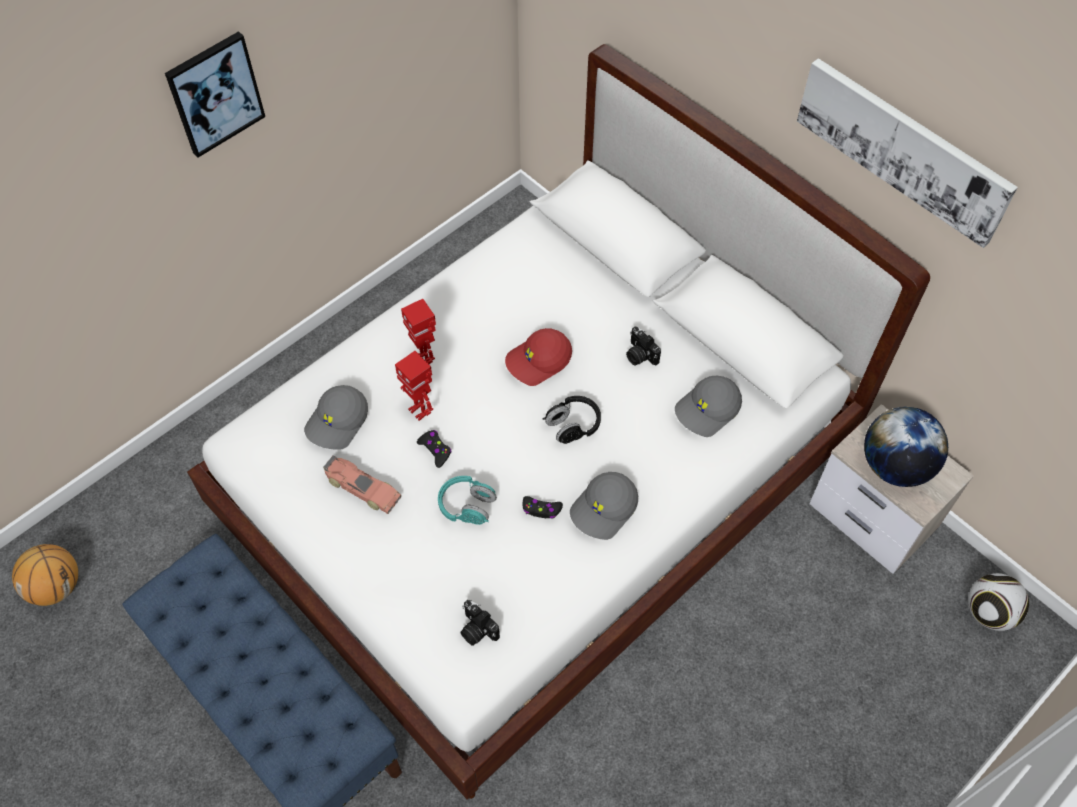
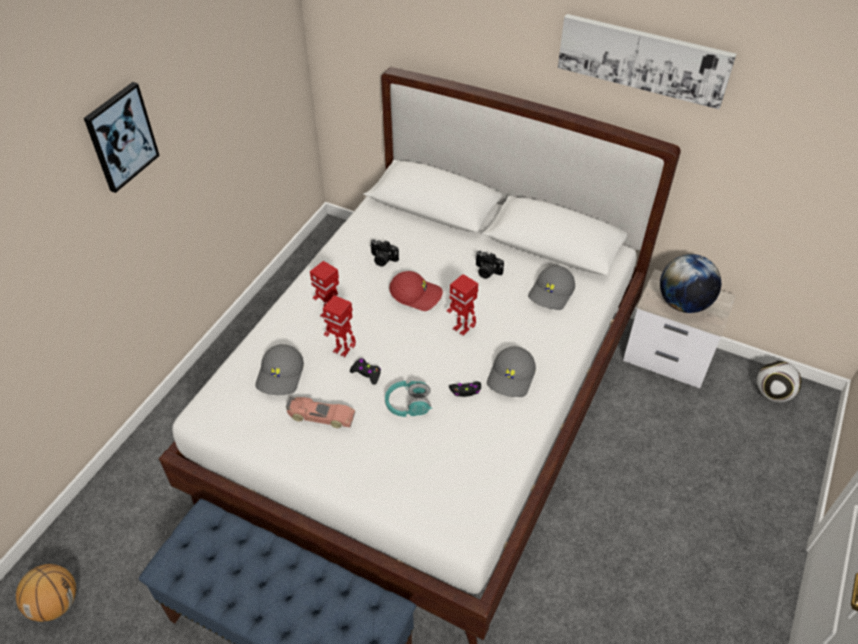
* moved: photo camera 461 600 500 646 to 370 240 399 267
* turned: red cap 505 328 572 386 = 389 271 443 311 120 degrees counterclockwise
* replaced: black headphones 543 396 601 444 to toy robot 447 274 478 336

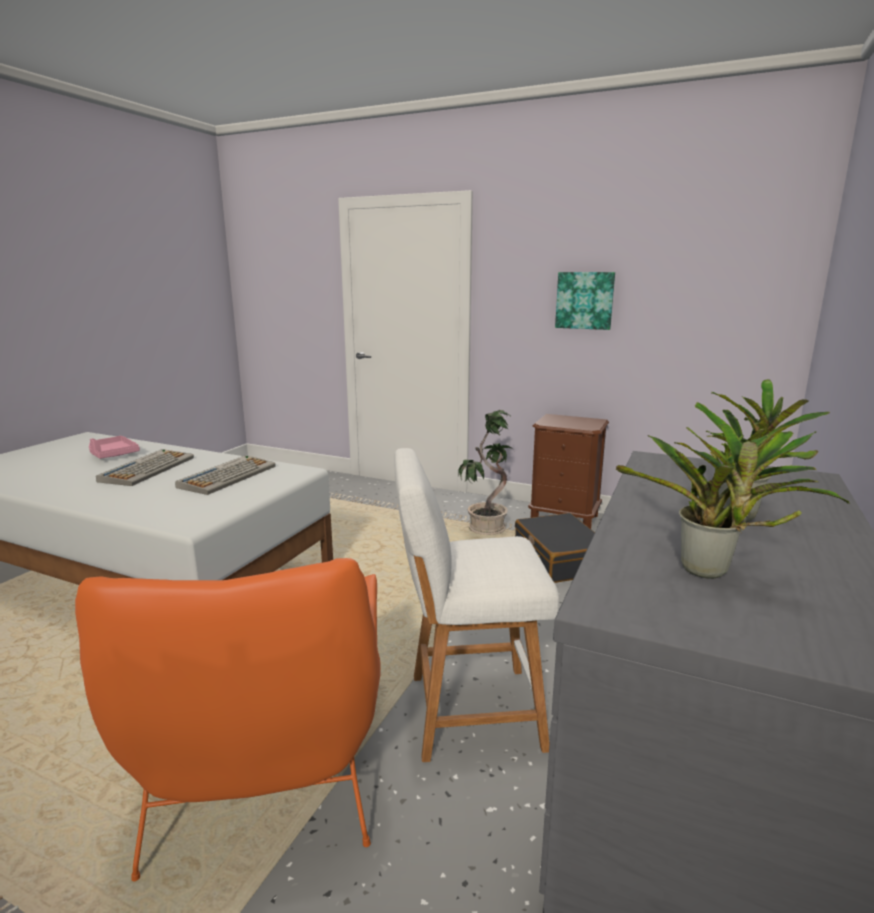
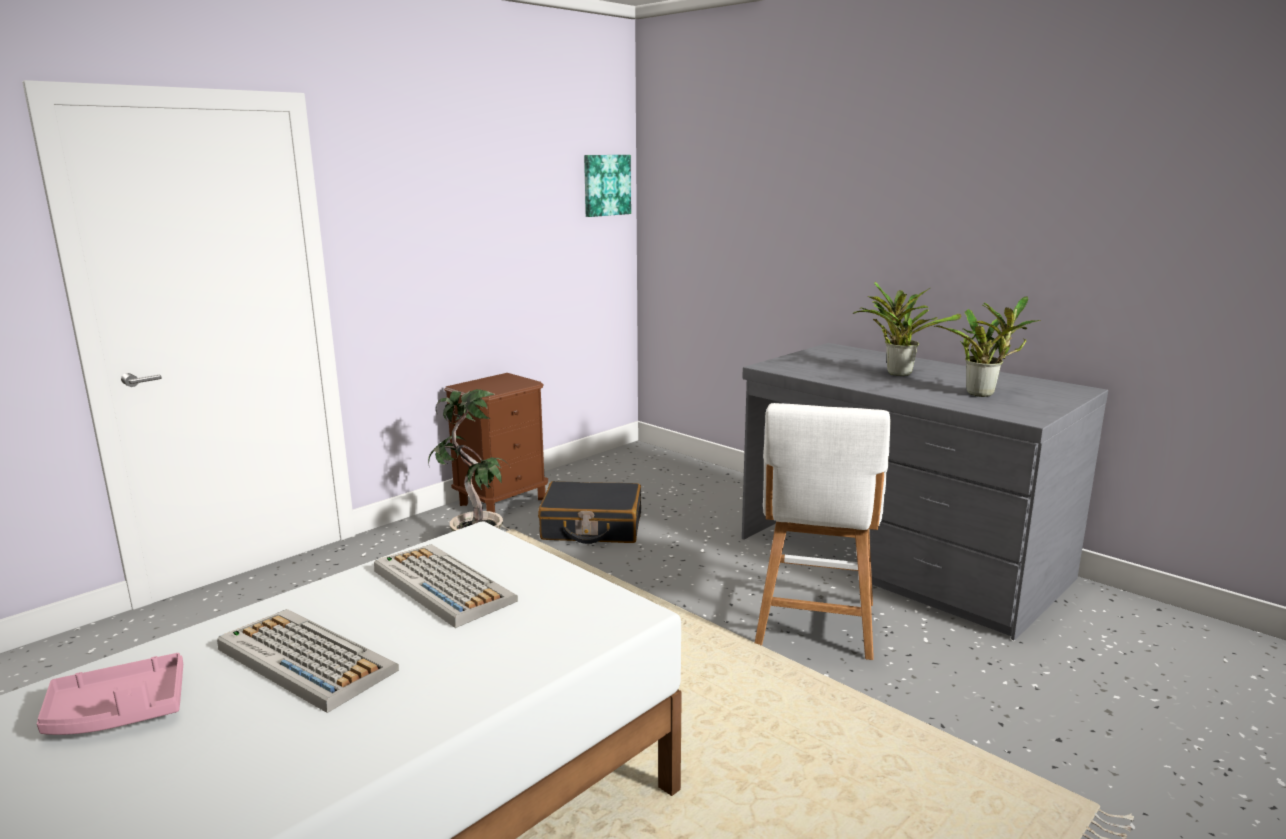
* moved: picture 555 272 615 330 to 584 155 631 217
* removed: orange armchair 75 558 381 881

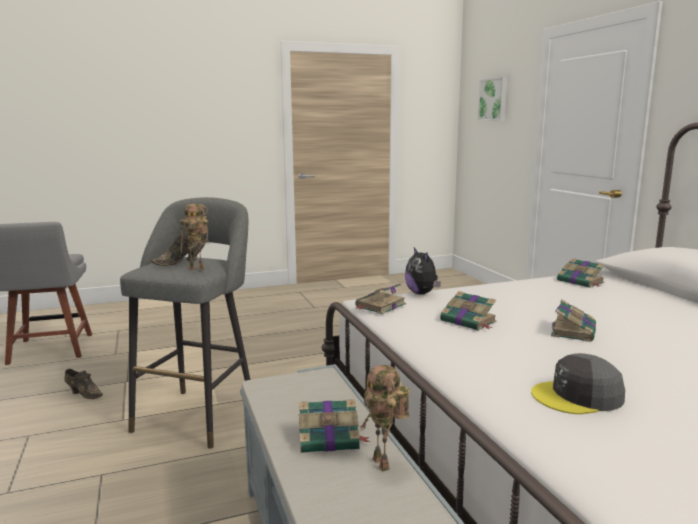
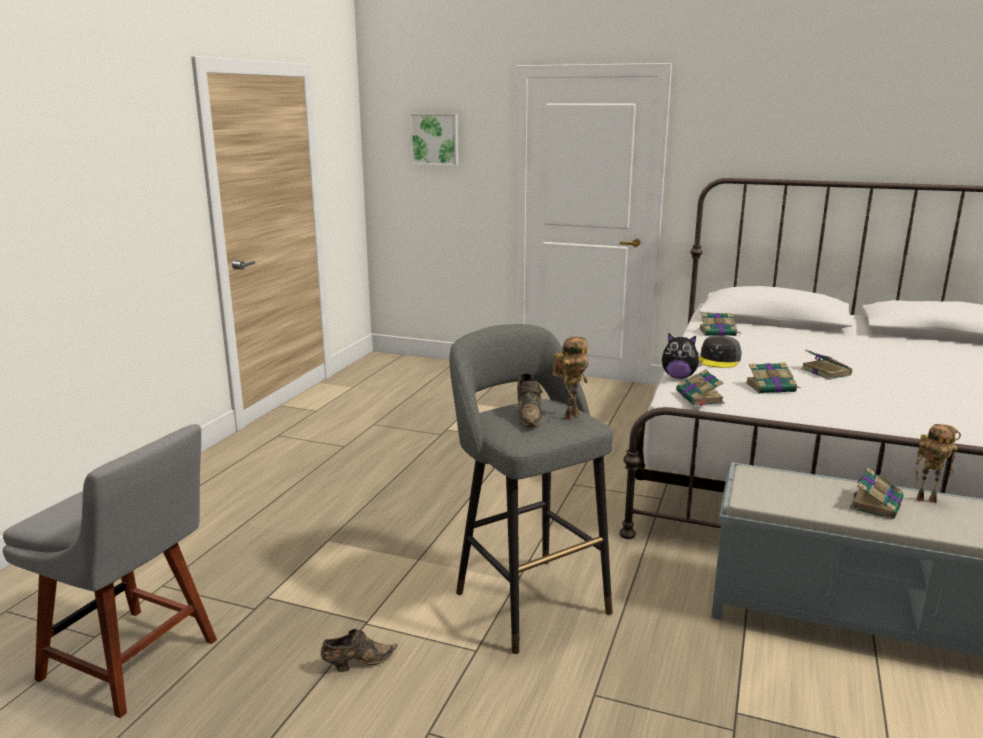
* moved: grey cap 531 353 625 414 to 699 335 742 368

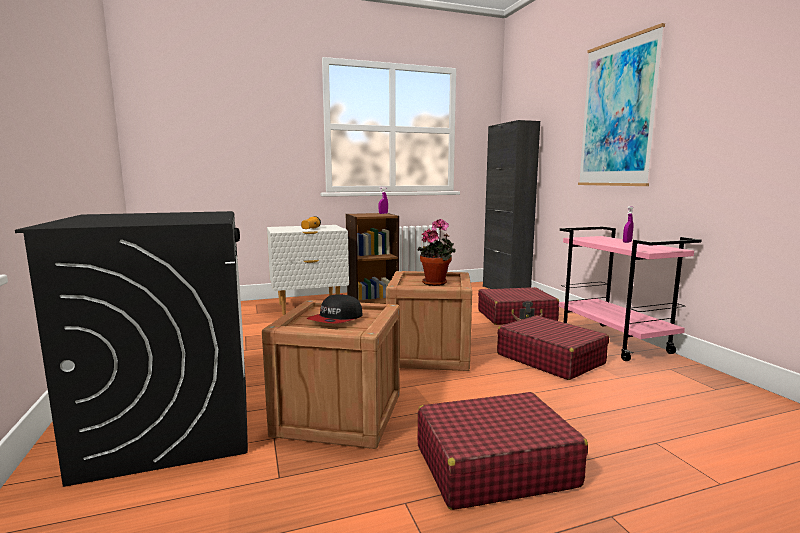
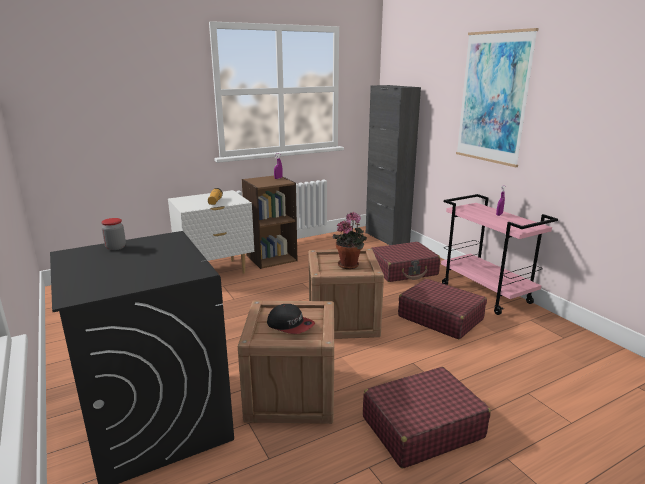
* added: jar 101 218 126 250
* turned: cap 307 294 362 324 = 267 304 315 334 75 degrees counterclockwise

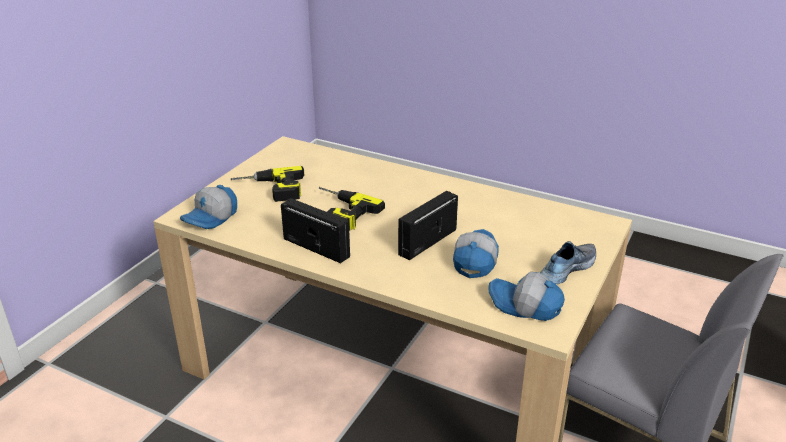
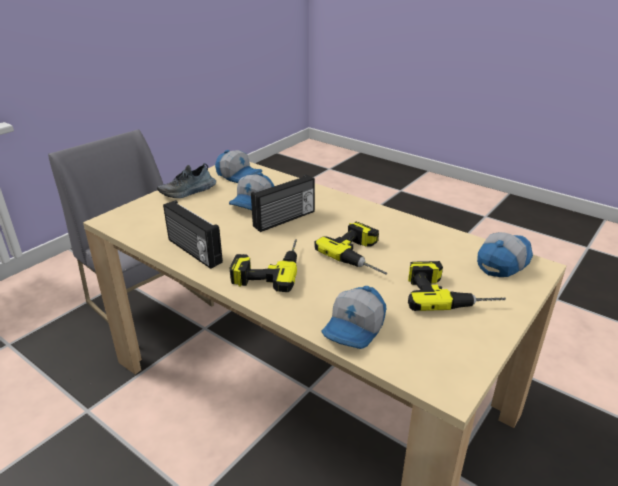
* moved: radio 281 198 350 263 to 163 200 223 269
* added: power drill 230 240 297 292
* added: cap 321 286 386 349

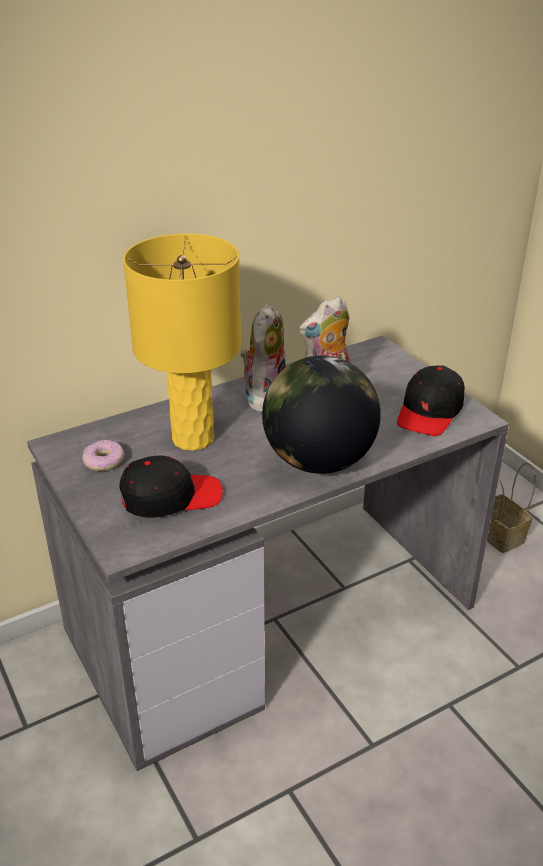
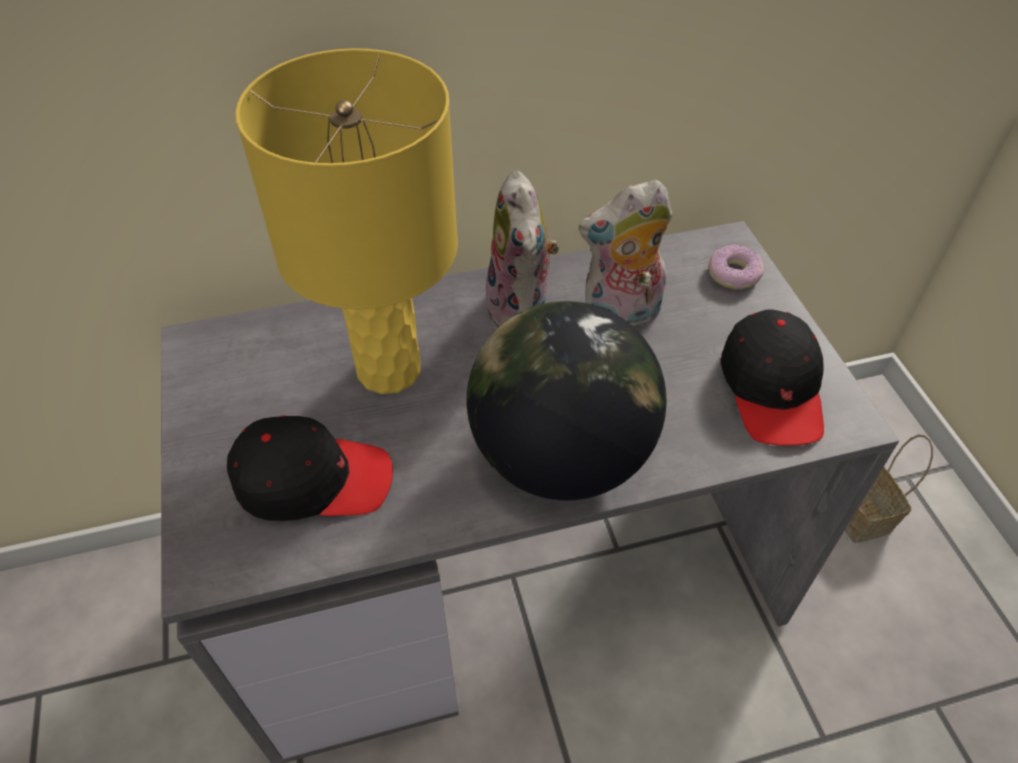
* turned: plush toy 241 304 286 413 = 484 170 560 330 135 degrees clockwise
* moved: donut 82 440 124 471 to 708 245 764 289
* turned: black cap 397 365 465 436 = 721 309 824 446 45 degrees counterclockwise

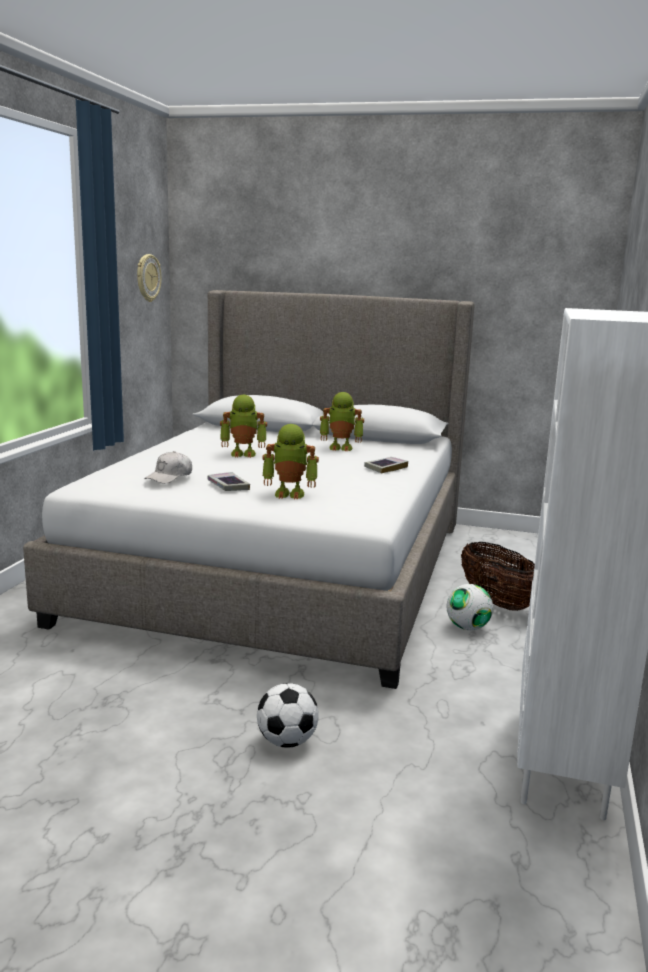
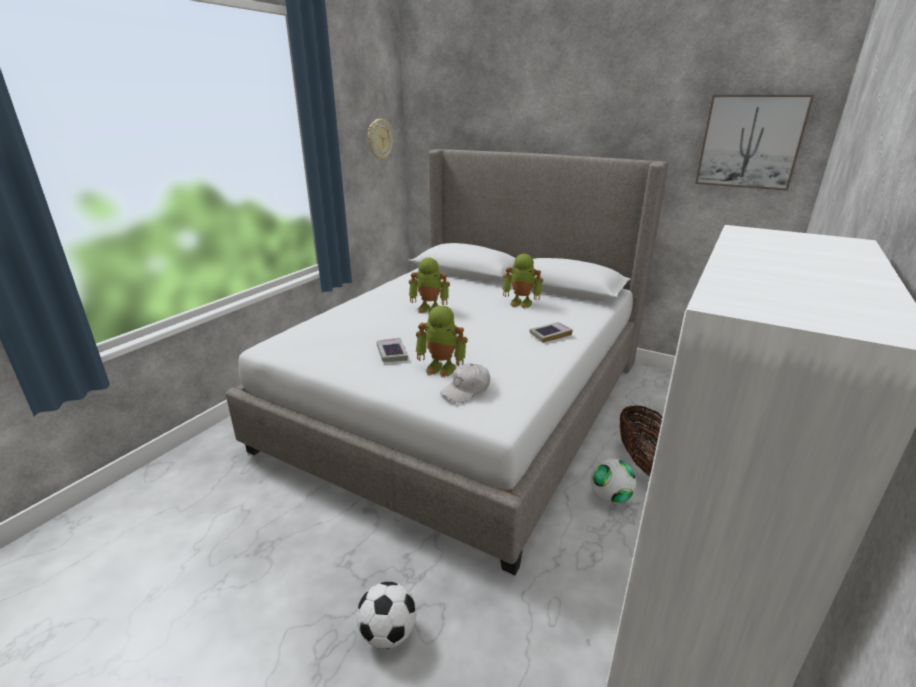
* moved: white cap 144 451 192 484 to 440 363 490 403
* added: picture 695 95 814 191

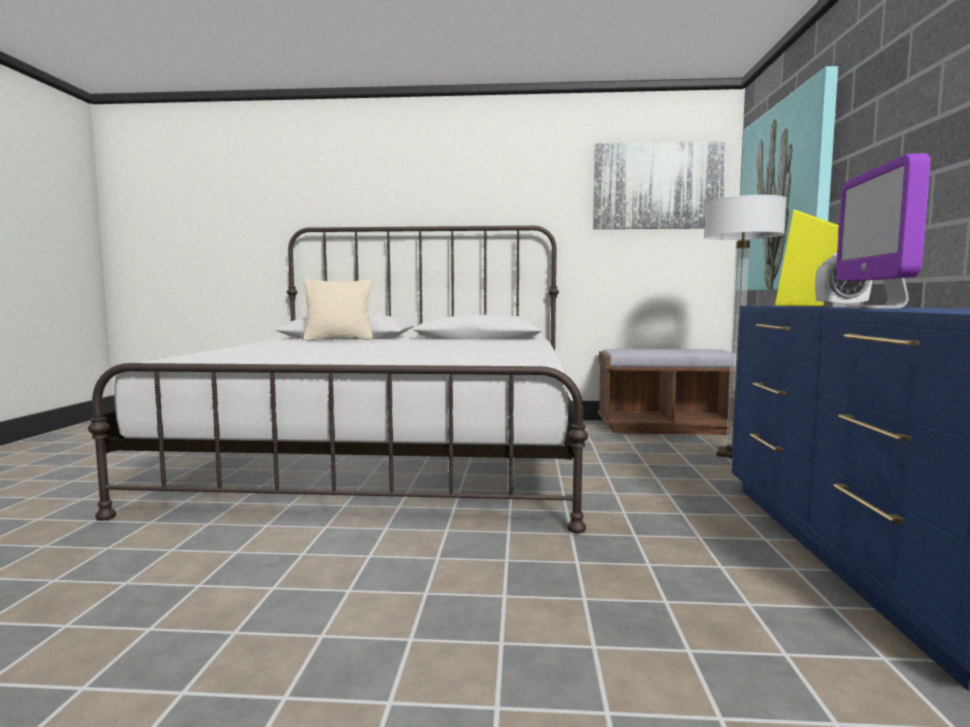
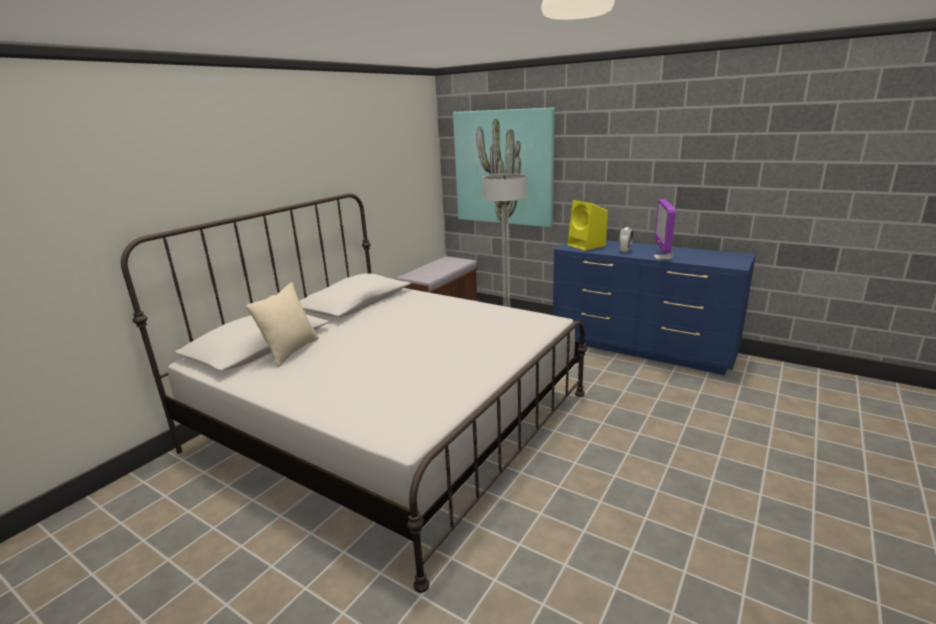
* turned: monitor 836 153 931 309 = 653 199 675 259 60 degrees clockwise
* removed: picture 593 141 727 229

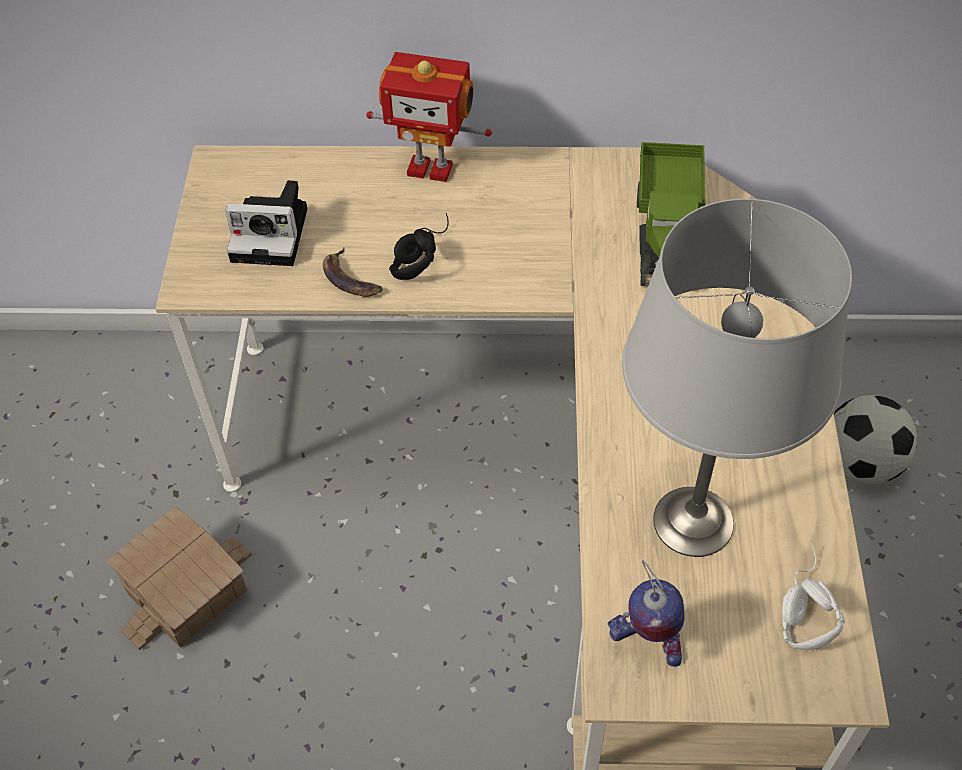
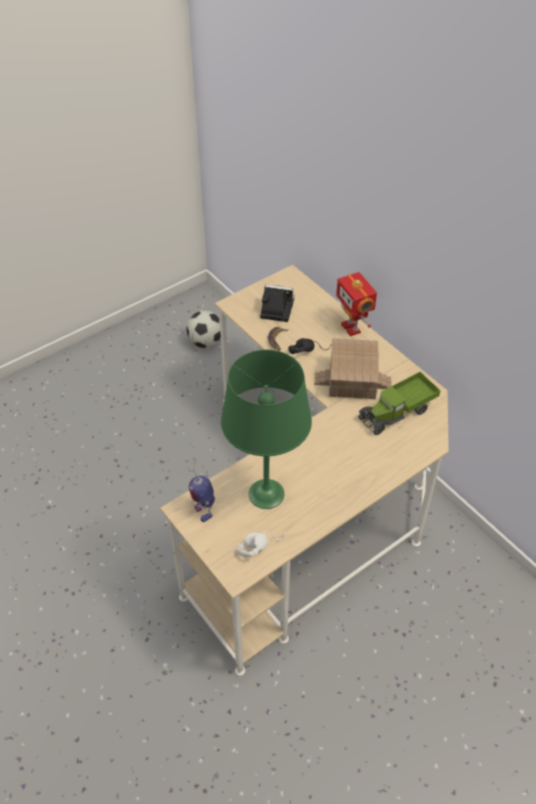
* moved: football 834 395 917 484 to 186 311 221 348
* recoloured: grey table lamp 622 198 852 557 to green table lamp 221 350 312 509
* turned: photo camera 225 180 307 266 = 260 284 295 322 135 degrees clockwise
* moved: toy house 106 506 252 650 to 314 338 391 399

